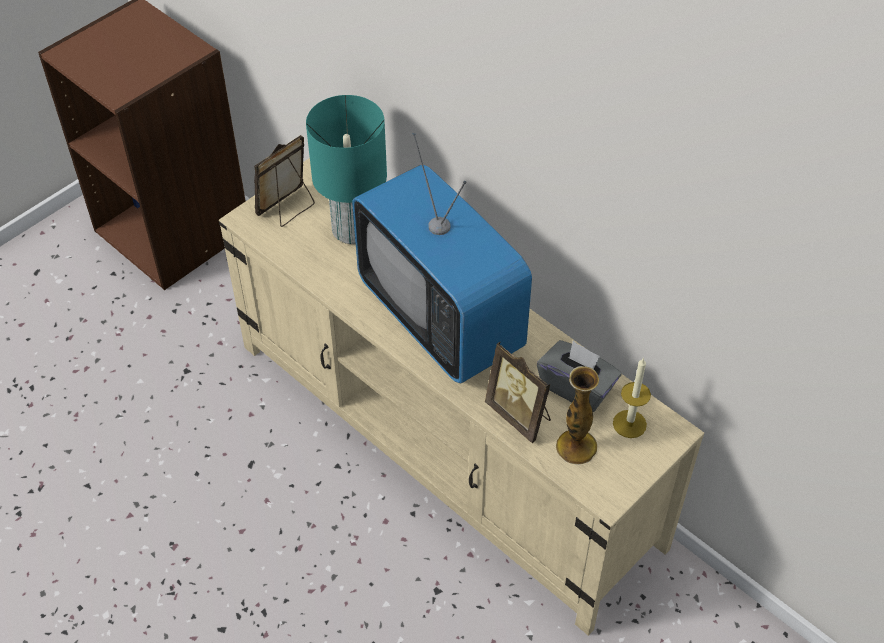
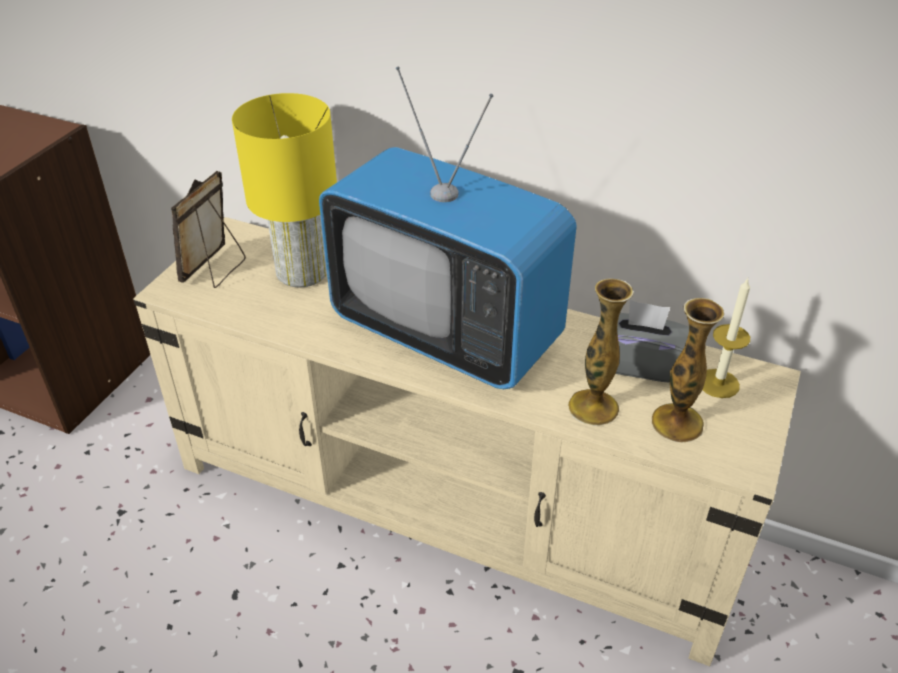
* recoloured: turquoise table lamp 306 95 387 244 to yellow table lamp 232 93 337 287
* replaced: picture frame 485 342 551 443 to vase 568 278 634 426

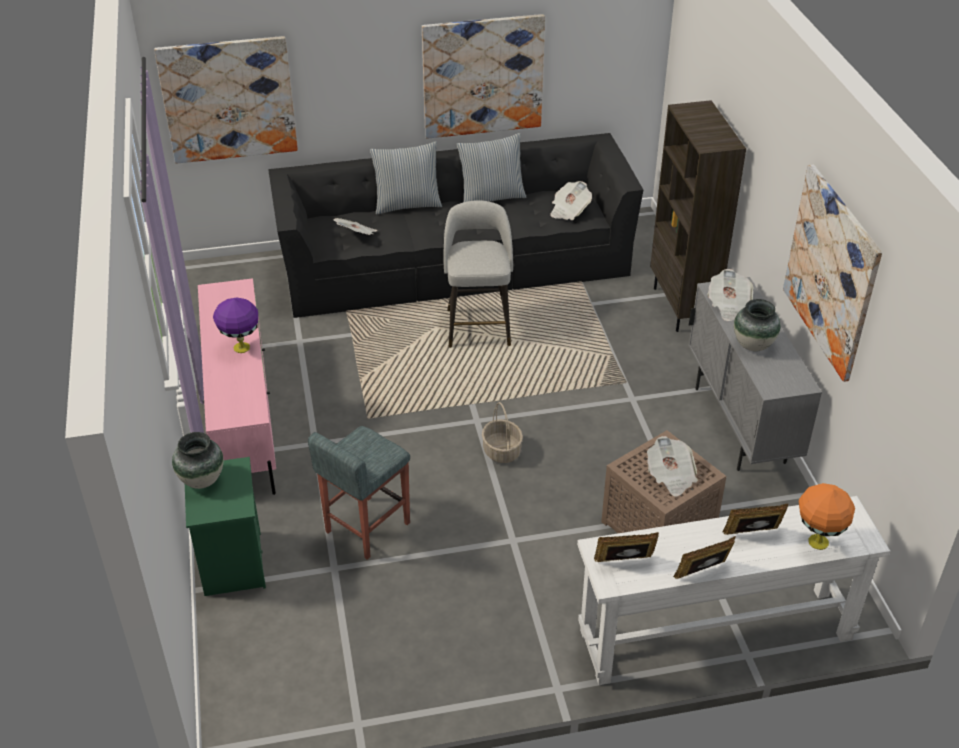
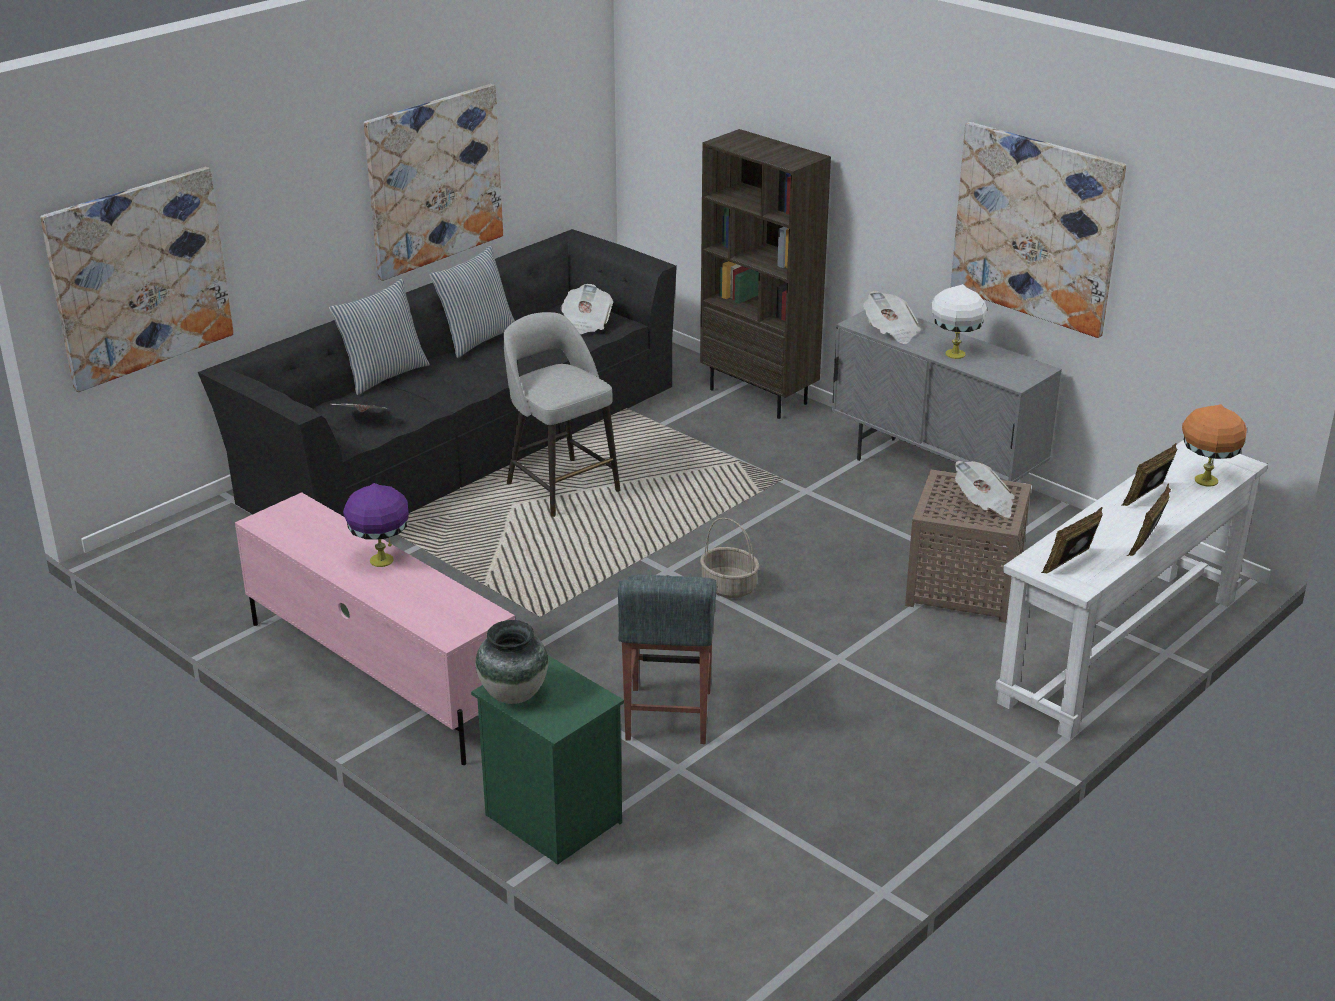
* replaced: vase 734 299 781 351 to white table lamp 932 284 987 359

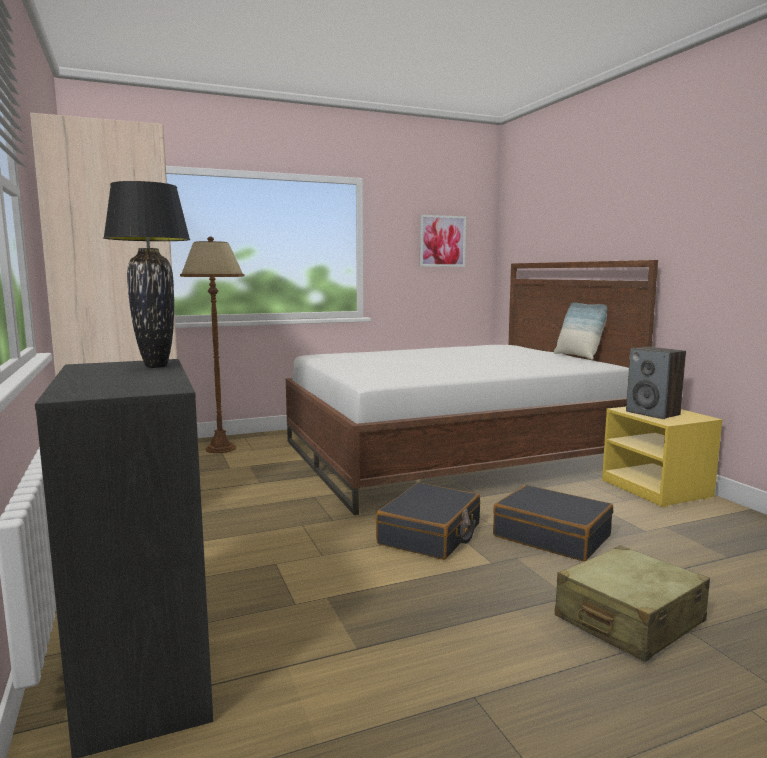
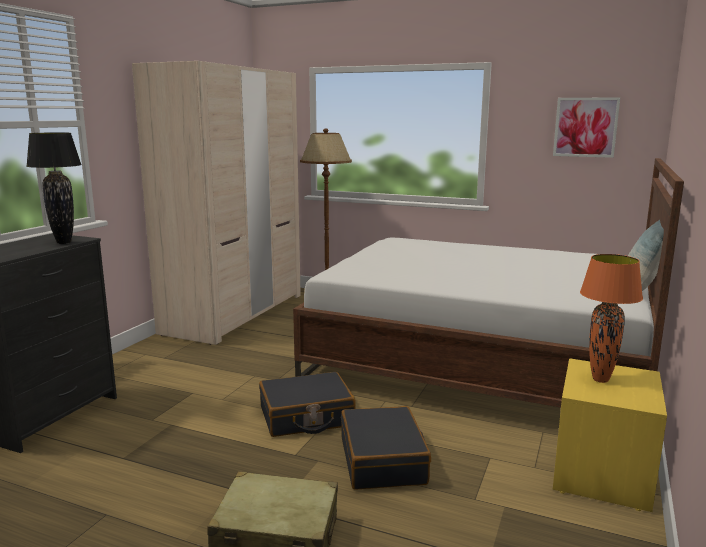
* replaced: speaker 626 347 686 419 to orange table lamp 580 254 643 383

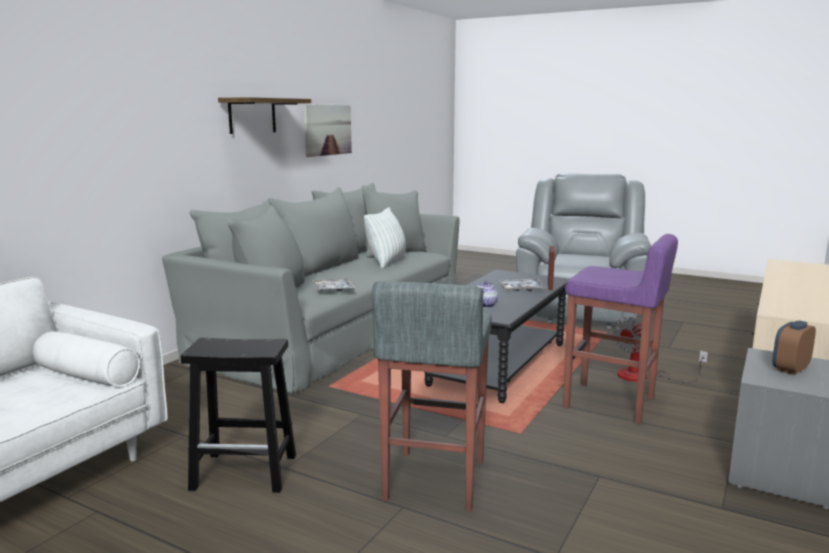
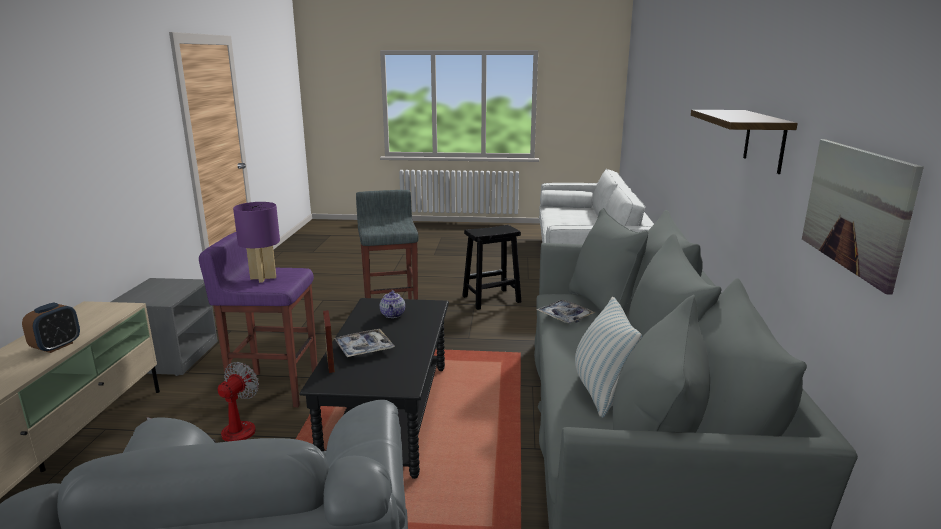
* moved: alarm clock 772 320 816 375 to 22 302 80 353
* added: purple table lamp 233 202 280 283

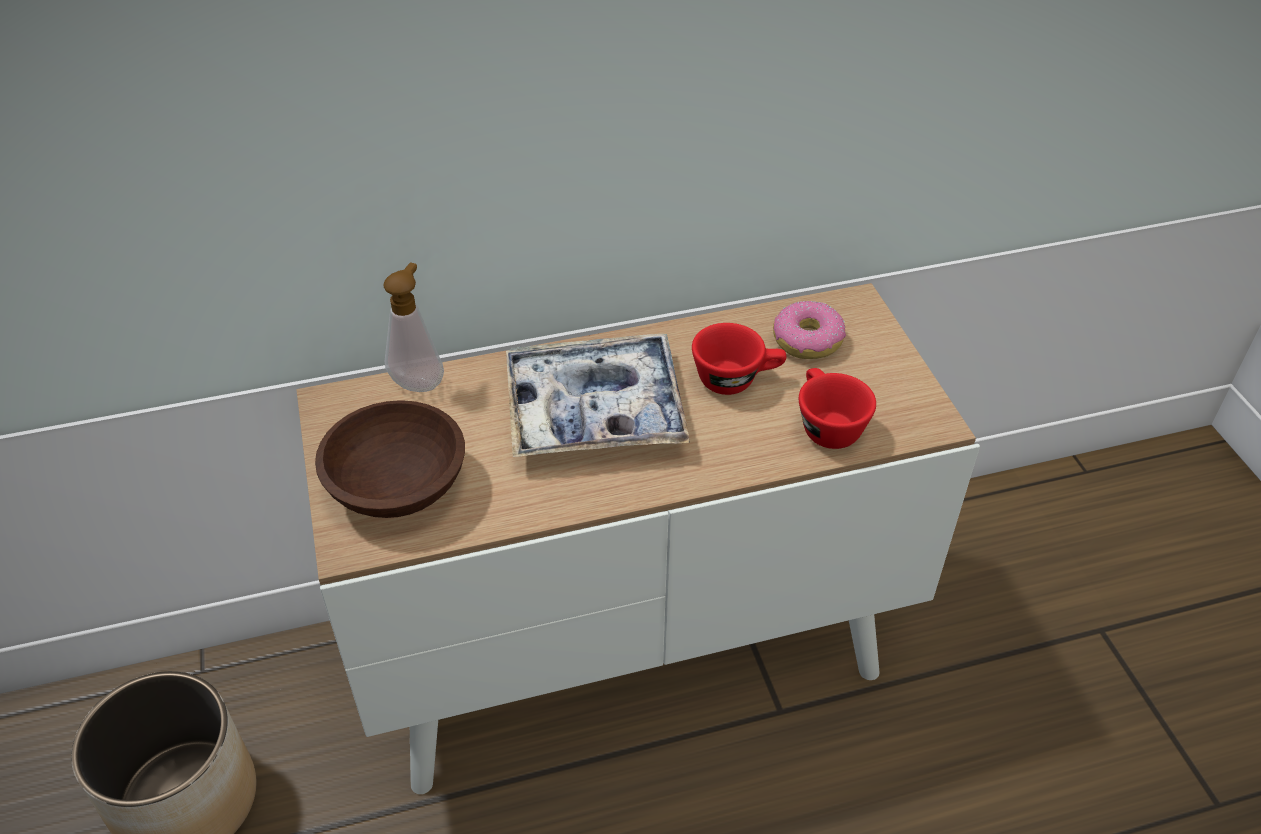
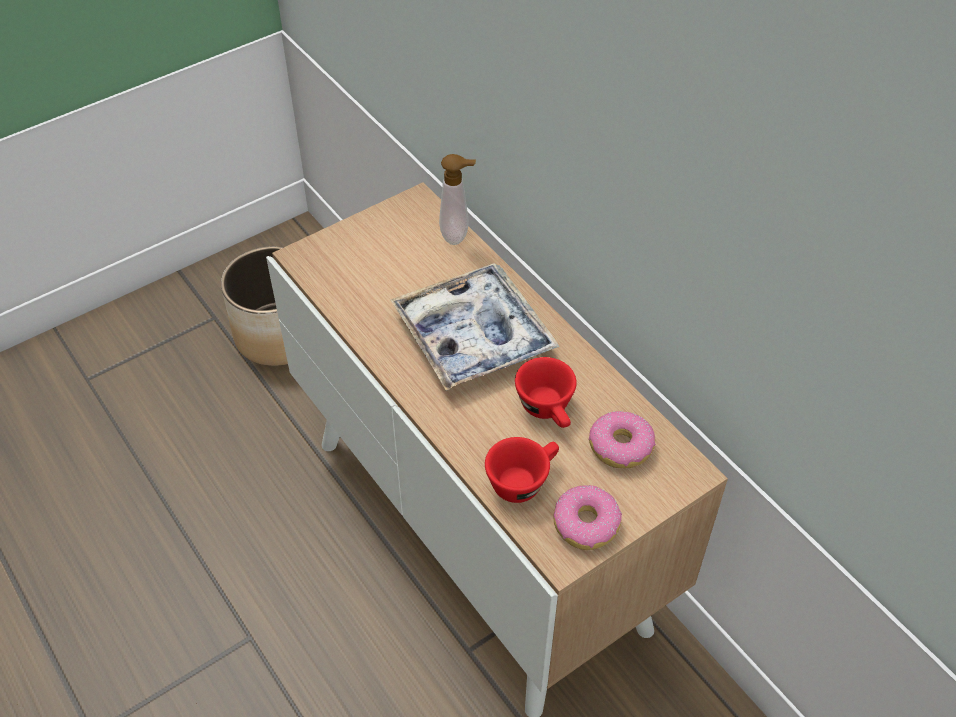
* added: donut 553 485 622 550
* removed: brown bowl 315 400 465 518

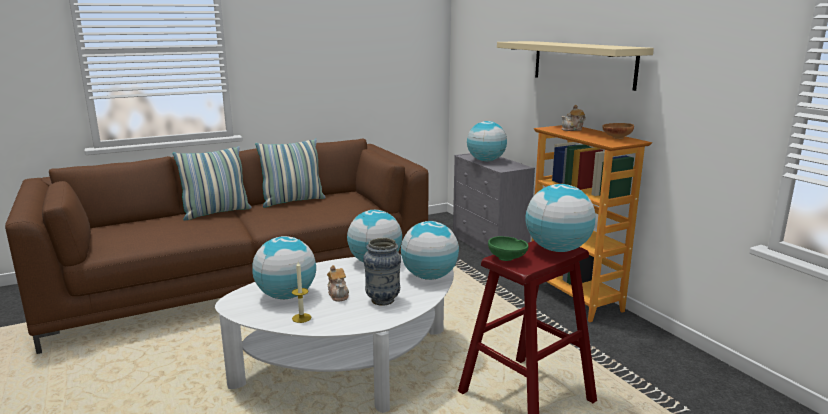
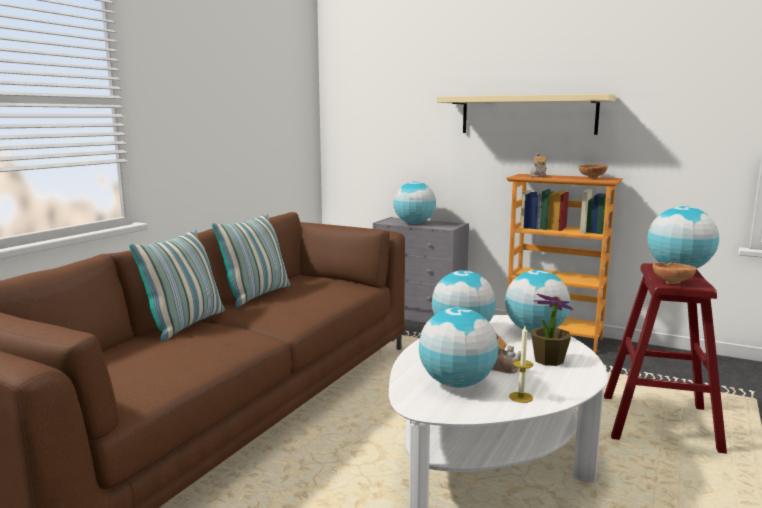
* replaced: vase 363 238 401 306 to potted plant 531 294 574 366
* recoloured: green bowl 488 236 528 261 to brown bowl 653 263 696 284

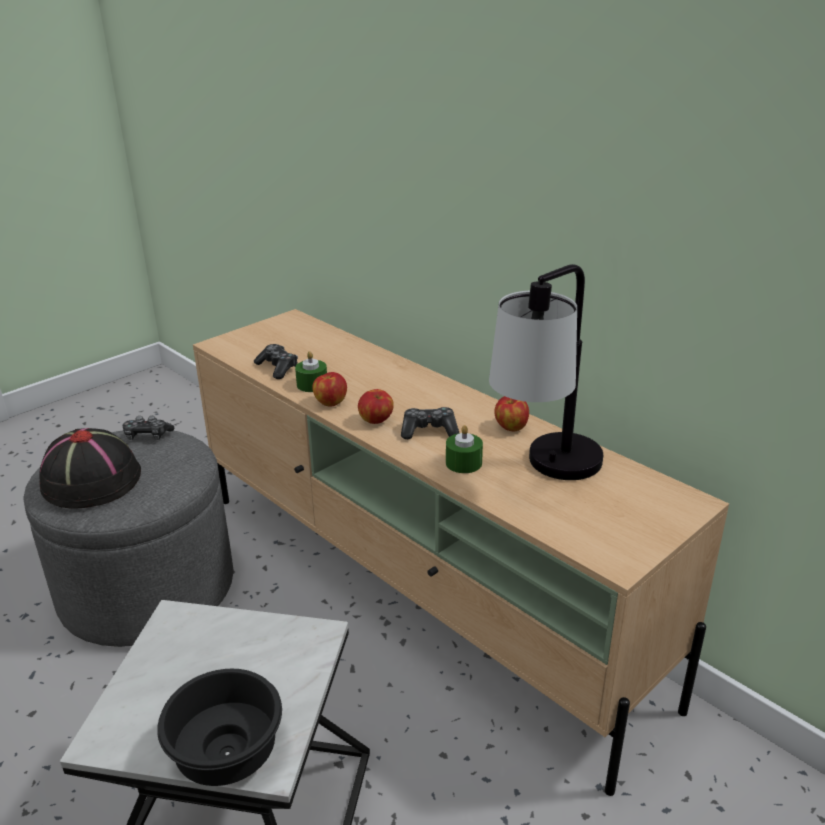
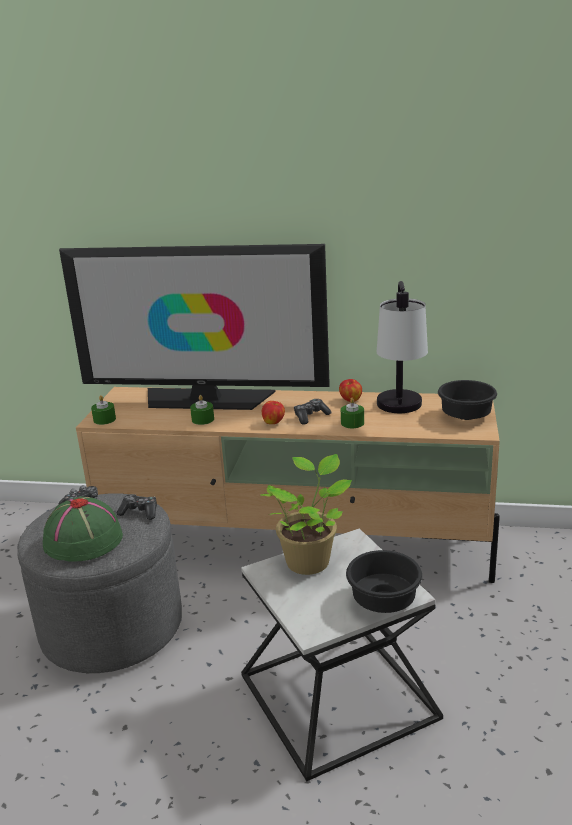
* recoloured: black hat 39 428 141 509 to green hat 43 496 123 562
* added: television 59 244 330 410
* added: green candle 91 395 116 425
* moved: game controller 254 344 298 379 to 117 494 157 520
* added: potted plant 260 454 352 575
* added: black bowl 438 380 497 420
* removed: apple 312 372 347 407

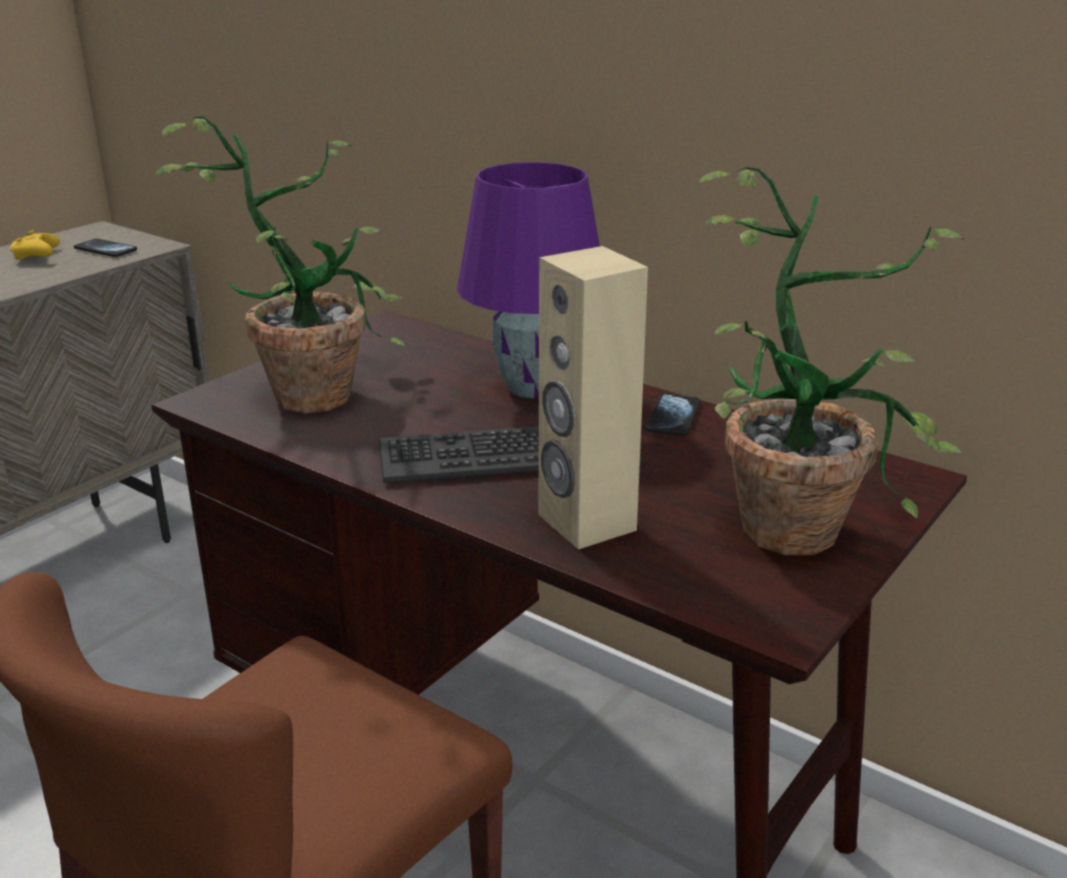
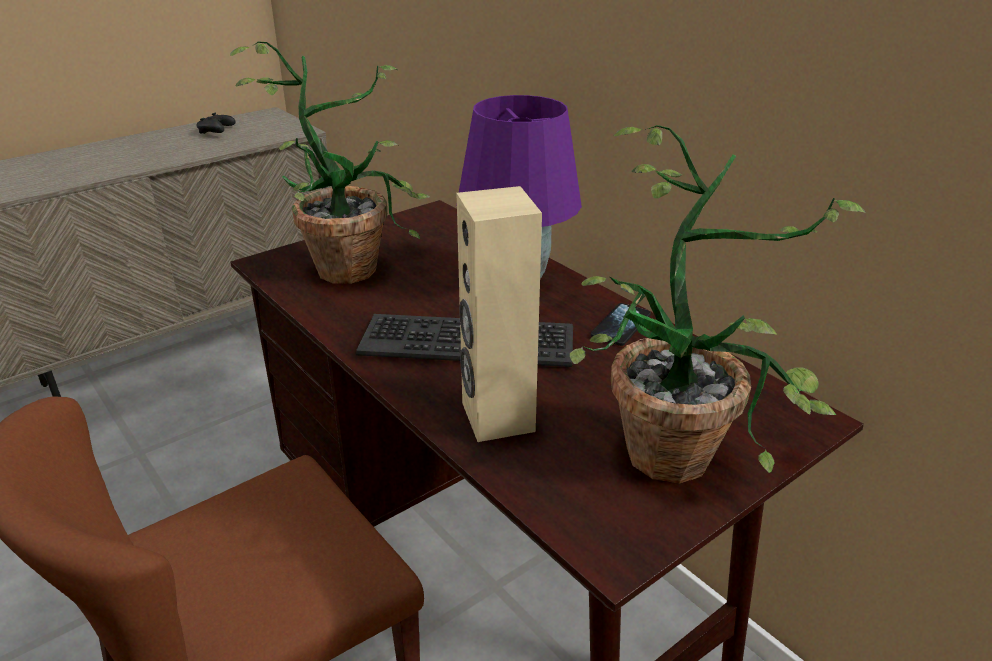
* recoloured: yellow game controller 10 230 60 259 to black game controller 196 112 236 134
* removed: phone 74 238 137 257

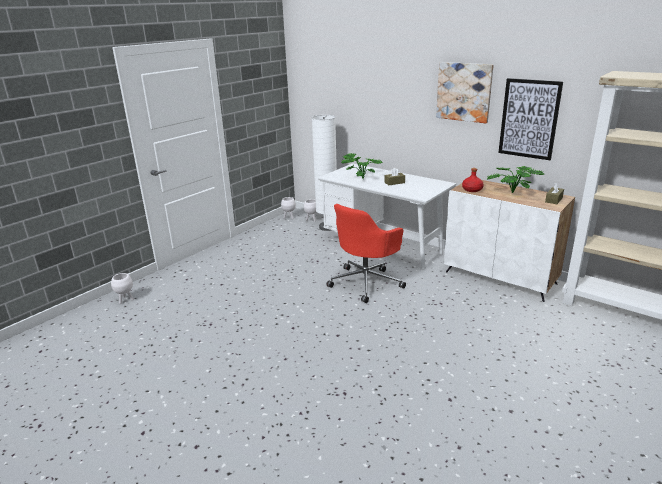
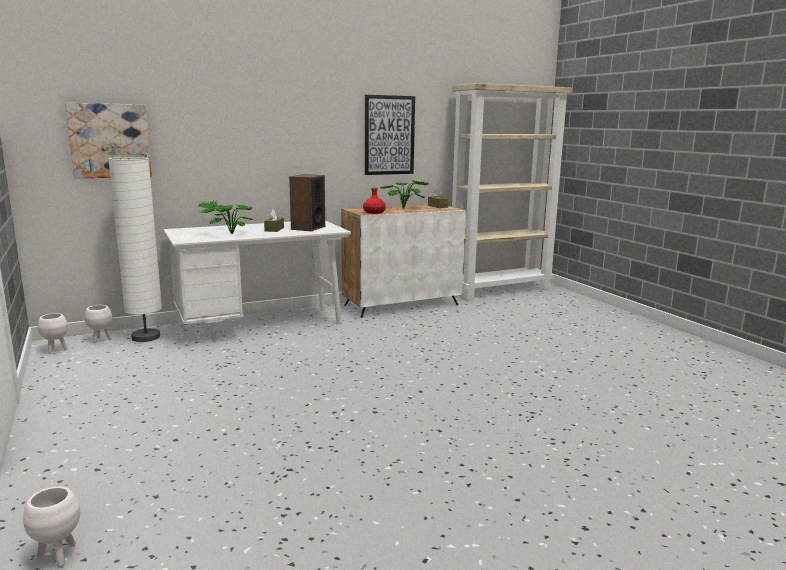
* moved: picture 436 62 494 123 to 65 103 152 179
* added: speaker 289 174 325 231
* removed: red office chair 326 204 406 303

